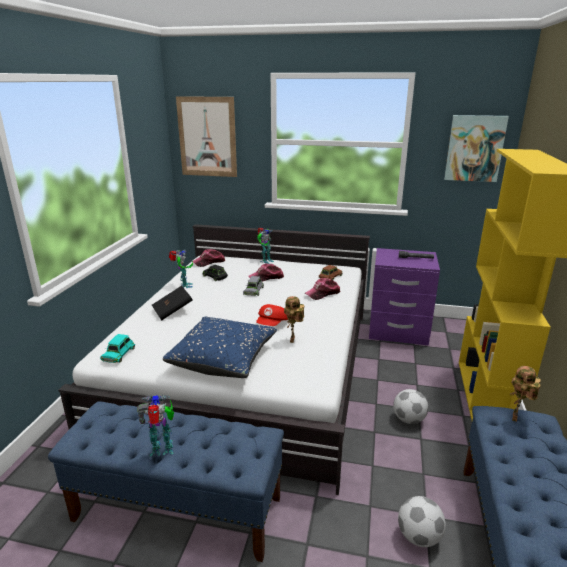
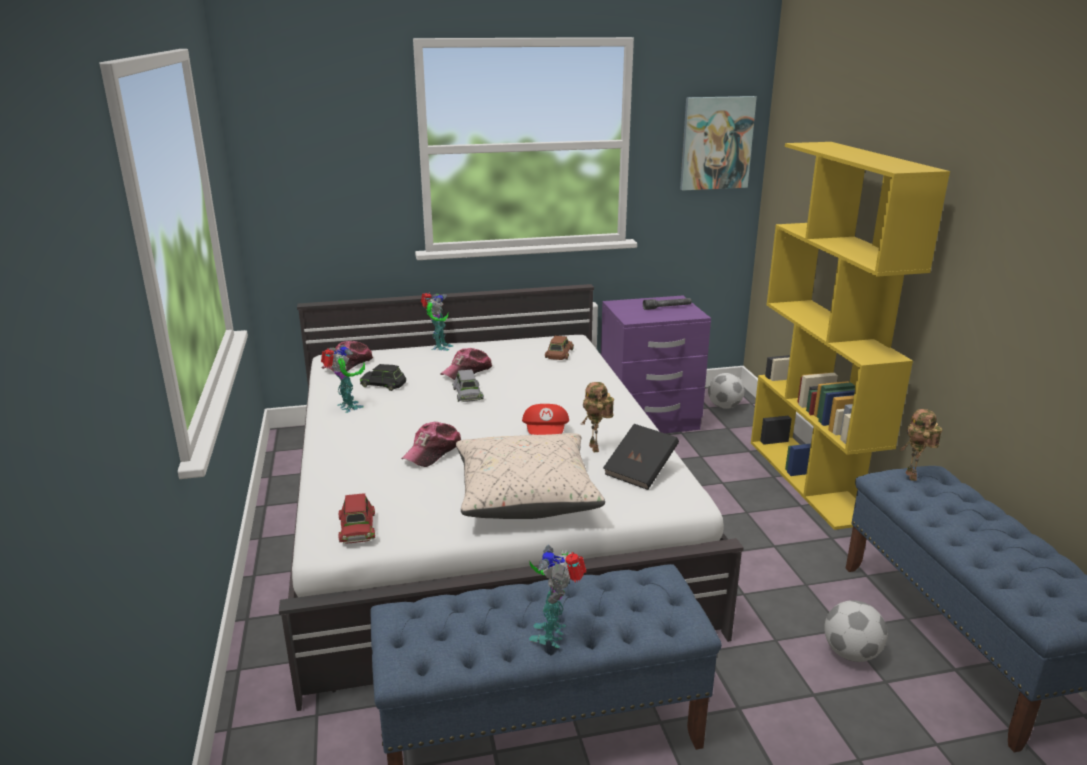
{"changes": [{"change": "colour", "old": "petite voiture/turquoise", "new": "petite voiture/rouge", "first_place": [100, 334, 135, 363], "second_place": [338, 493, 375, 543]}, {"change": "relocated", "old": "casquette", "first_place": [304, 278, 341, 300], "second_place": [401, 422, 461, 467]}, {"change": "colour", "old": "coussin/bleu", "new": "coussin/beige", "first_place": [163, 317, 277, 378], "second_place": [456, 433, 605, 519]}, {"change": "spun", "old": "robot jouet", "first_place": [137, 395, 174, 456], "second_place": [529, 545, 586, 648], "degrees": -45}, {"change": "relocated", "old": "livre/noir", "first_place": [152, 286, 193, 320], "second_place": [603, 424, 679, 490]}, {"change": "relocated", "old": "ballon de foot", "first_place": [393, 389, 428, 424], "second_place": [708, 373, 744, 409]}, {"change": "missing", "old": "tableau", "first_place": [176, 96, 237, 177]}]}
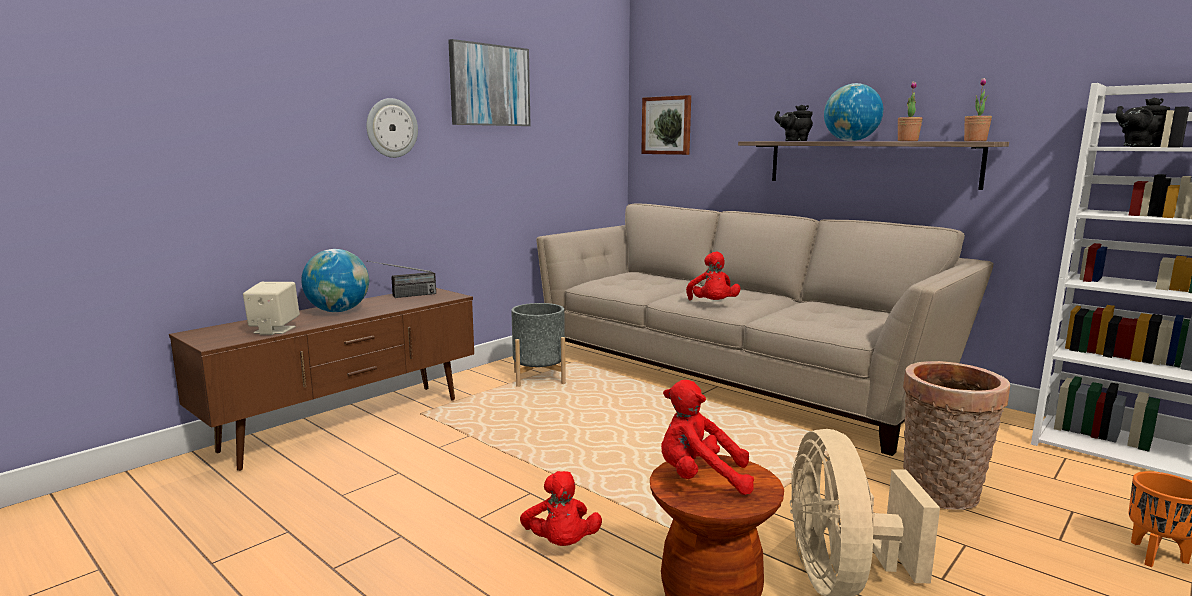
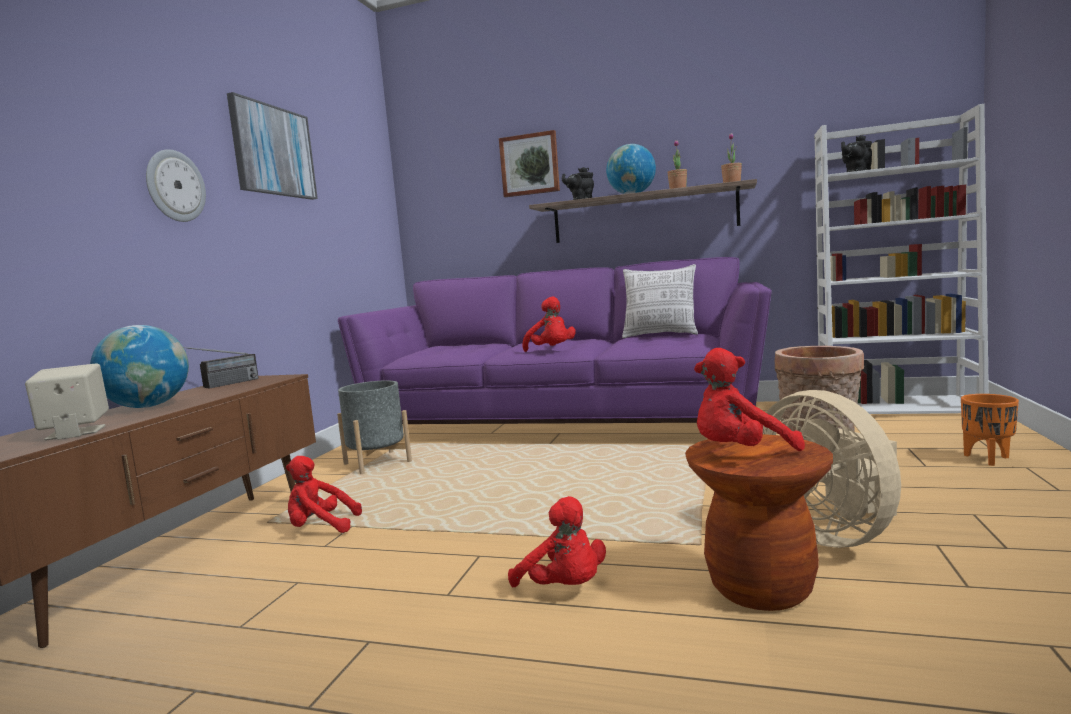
{"changes": [{"change": "appeared", "new": "peluche/rouge", "second_place": [286, 456, 362, 533]}, {"change": "colour", "old": "canapé/beige", "new": "canapé/violet", "first_place": [536, 204, 994, 456], "second_place": [338, 257, 772, 424]}, {"change": "relocated", "old": "tableau", "first_place": [641, 95, 691, 155], "second_place": [499, 130, 560, 197]}, {"change": "appeared", "new": "coussin", "second_place": [622, 264, 698, 338]}]}
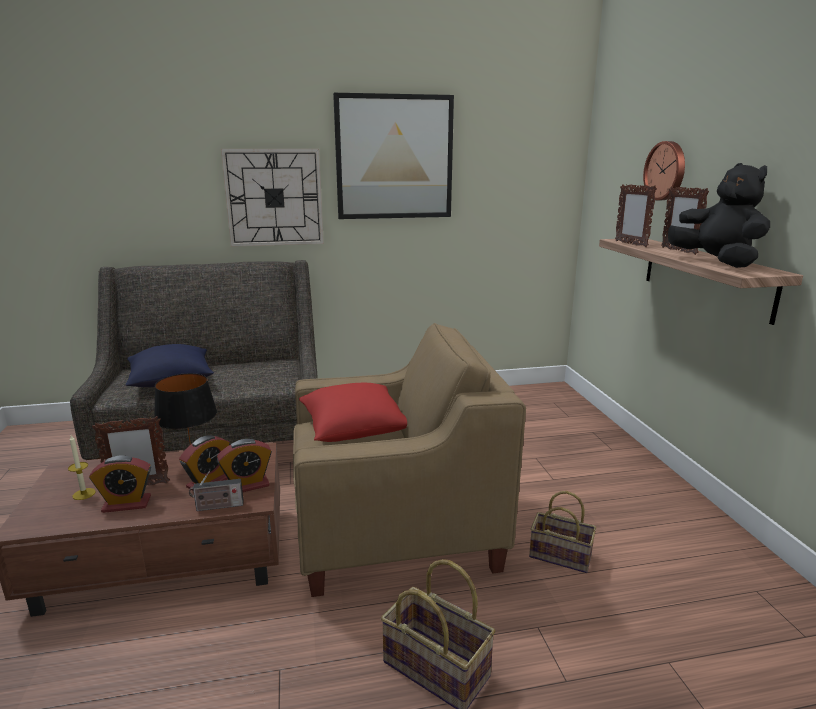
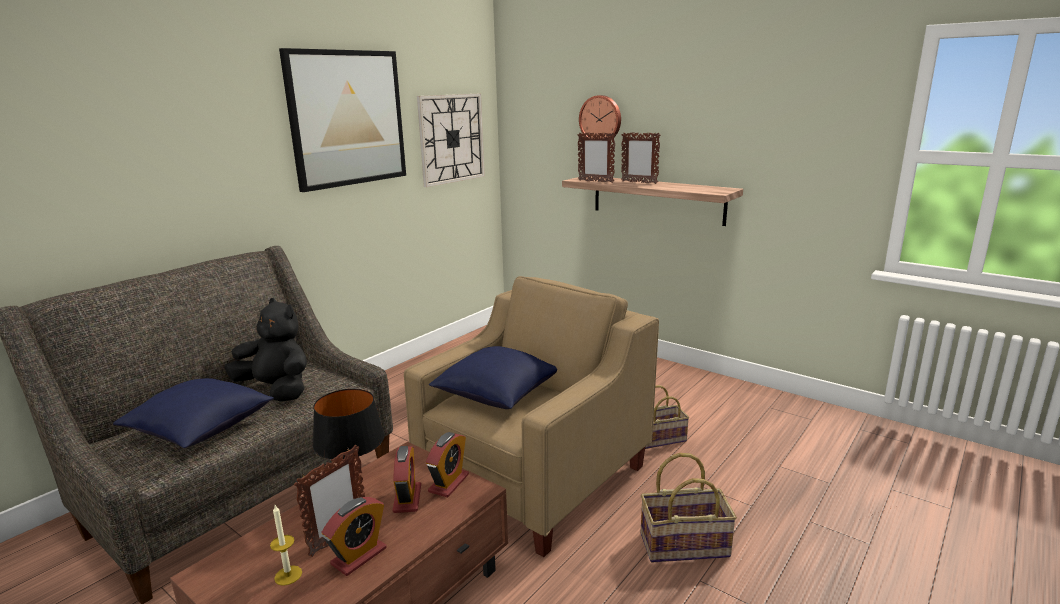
{"changes": [{"change": "relocated", "old": "peluche/noir", "first_place": [668, 163, 770, 268], "second_place": [224, 298, 307, 402]}, {"change": "relocated", "old": "horloge murale", "first_place": [221, 149, 324, 247], "second_place": [417, 94, 485, 187]}, {"change": "colour", "old": "coussin/rouge", "new": "coussin/bleu", "first_place": [299, 383, 407, 442], "second_place": [429, 346, 557, 409]}, {"change": "missing", "old": "radio", "first_place": [189, 471, 244, 511]}]}
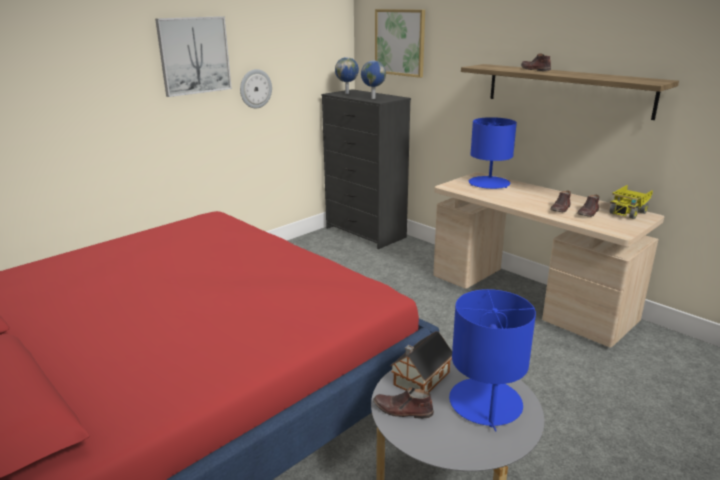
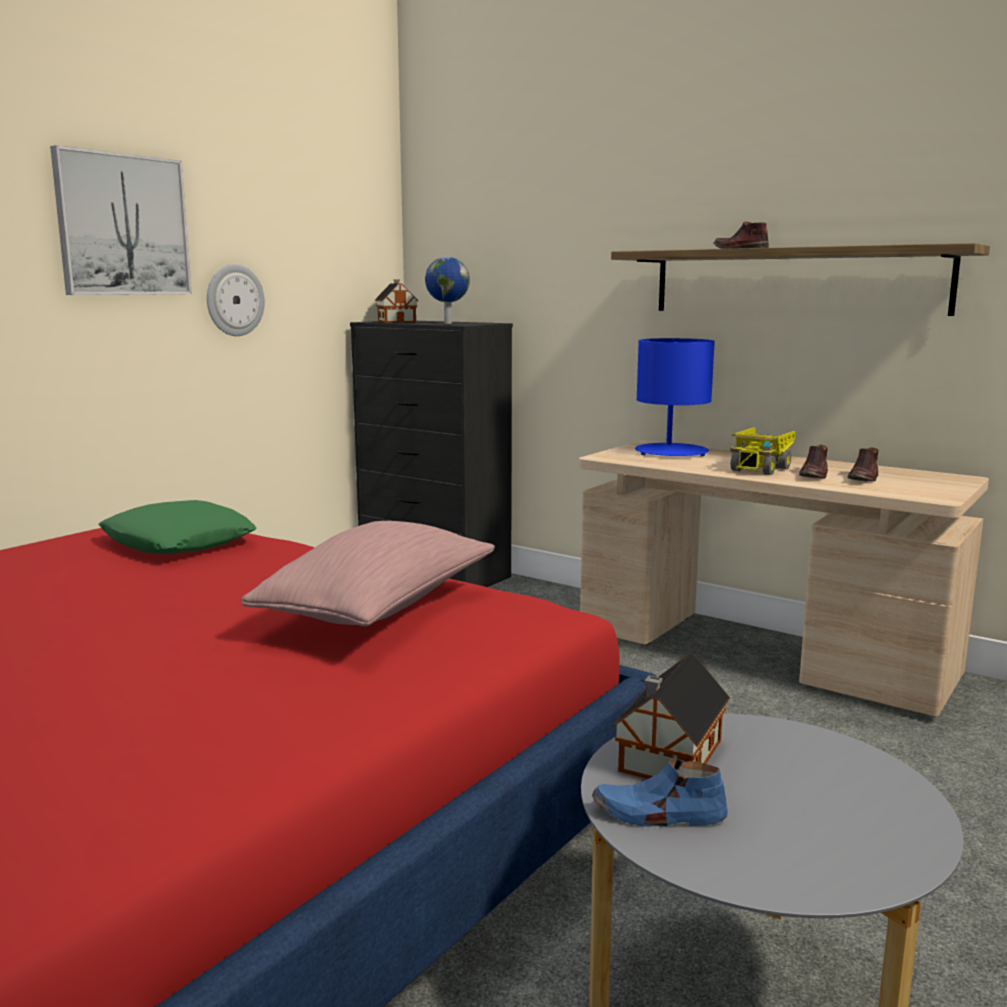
{"changes": [{"change": "appeared", "new": "coussin/vert", "second_place": [98, 500, 257, 554]}, {"change": "appeared", "new": "coussin/rose", "second_place": [242, 521, 495, 626]}, {"change": "exchanged", "old": "globe", "new": "maison miniature", "first_place": [335, 57, 359, 94], "second_place": [375, 280, 419, 323]}, {"change": "colour", "old": "chaussure/marron", "new": "chaussure/bleu", "first_place": [373, 387, 434, 419], "second_place": [592, 759, 728, 827]}, {"change": "relocated", "old": "camion jouet", "first_place": [610, 185, 653, 219], "second_place": [730, 427, 795, 475]}, {"change": "missing", "old": "tableau", "first_place": [375, 9, 425, 78]}, {"change": "missing", "old": "lampe de table/bleu", "first_place": [449, 289, 536, 432]}]}
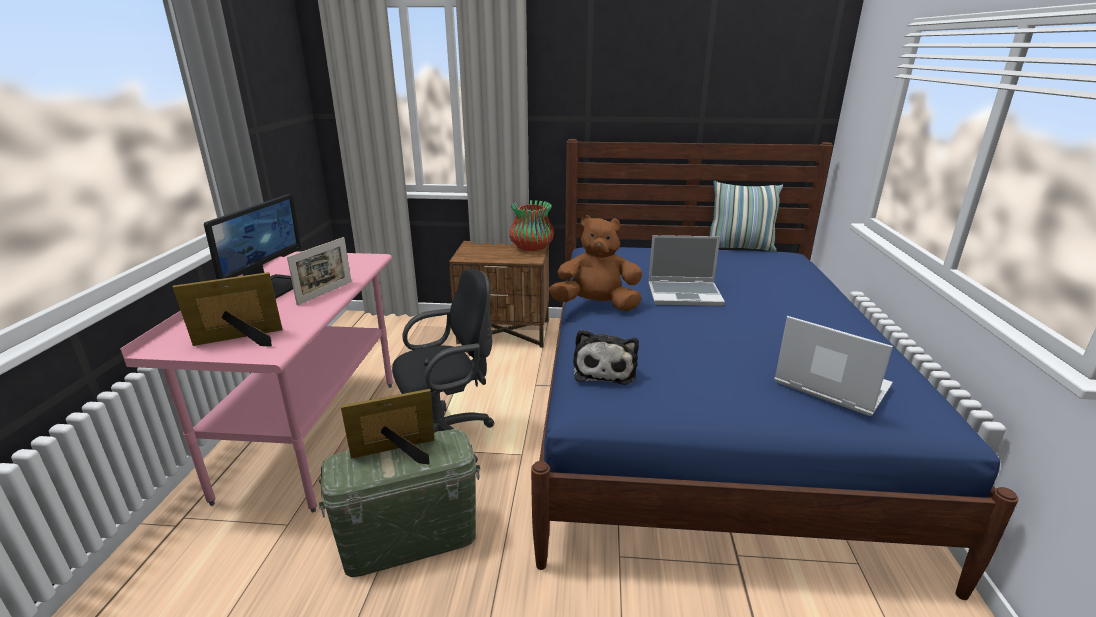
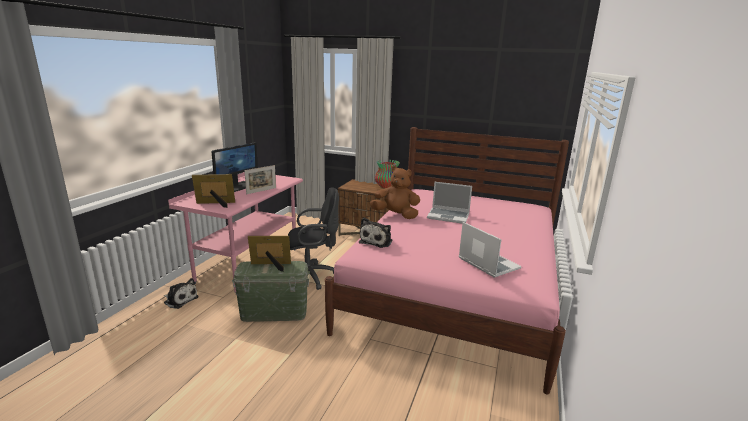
{"changes": [{"change": "appeared", "new": "peluche", "second_place": [164, 278, 199, 309]}, {"change": "colour", "old": "lit/bleu", "new": "lit/rose", "first_place": [531, 139, 1019, 600], "second_place": [325, 127, 569, 395]}, {"change": "missing", "old": "coussin", "first_place": [710, 181, 783, 252]}]}
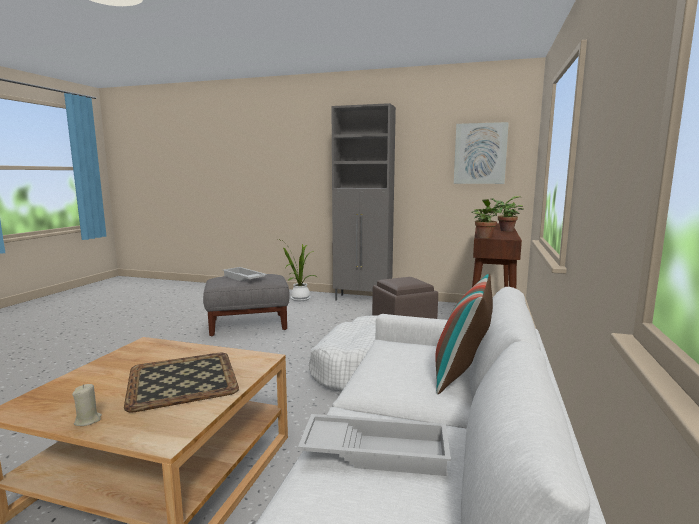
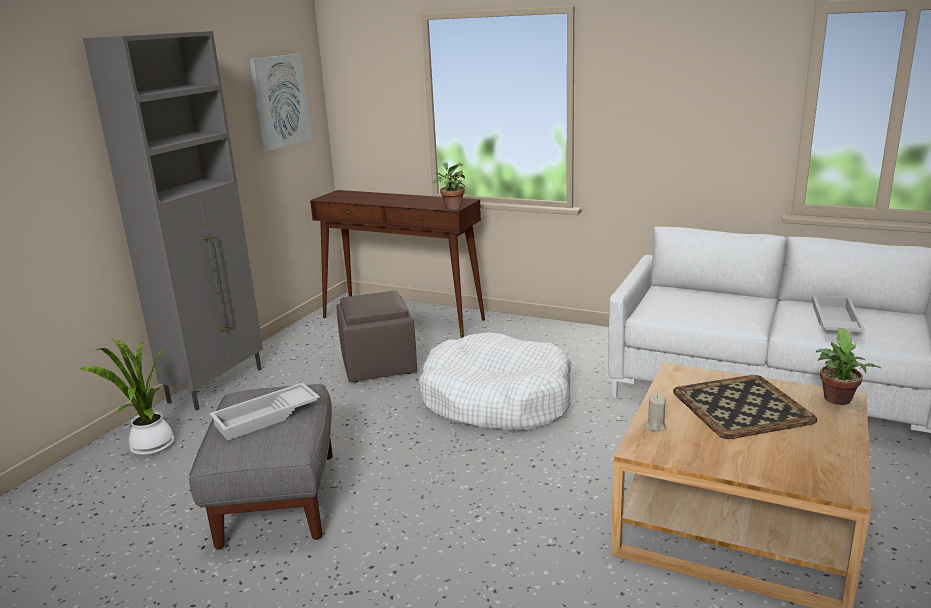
{"changes": [{"change": "relocated", "old": "bougie/beige", "first_place": [72, 384, 102, 426], "second_place": [645, 393, 666, 432]}, {"change": "relocated", "old": "plante en pot", "first_place": [492, 196, 524, 232], "second_place": [816, 328, 881, 405]}, {"change": "missing", "old": "coussin", "first_place": [435, 273, 493, 394]}]}
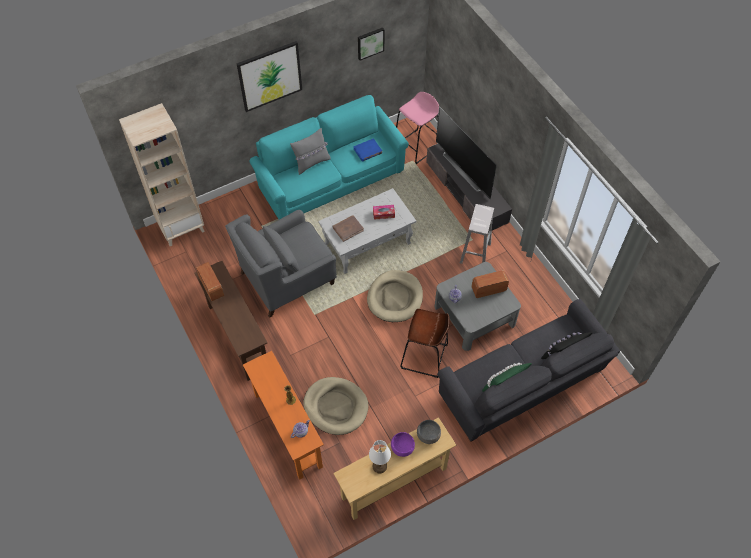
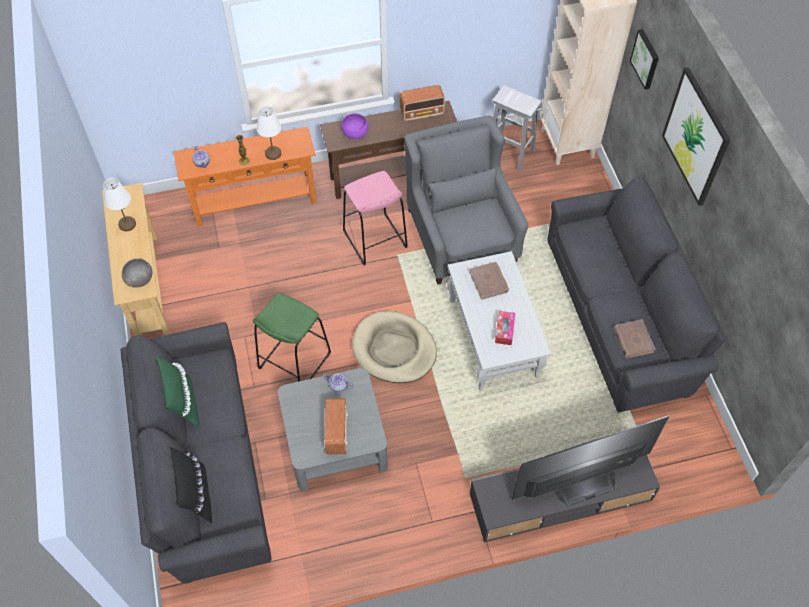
{"changes": [{"change": "colour", "old": "tabouret/marron", "new": "tabouret/vert", "first_place": [400, 309, 450, 378], "second_place": [253, 293, 331, 382]}, {"change": "appeared", "new": "lampe de table/blanc", "second_place": [257, 106, 281, 160]}, {"change": "relocated", "old": "bol/violet", "first_place": [391, 432, 415, 457], "second_place": [341, 113, 368, 139]}, {"change": "relocated", "old": "tabouret/rose", "first_place": [396, 92, 439, 164], "second_place": [343, 171, 408, 265]}, {"change": "relocated", "old": "tabouret/blanc", "first_place": [460, 204, 494, 264], "second_place": [492, 85, 542, 171]}, {"change": "colour", "old": "canapé/turquoise", "new": "canapé/gris", "first_place": [250, 95, 409, 220], "second_place": [548, 177, 726, 413]}, {"change": "colour", "old": "livre/bleu", "new": "livre/marron", "first_place": [353, 138, 383, 161], "second_place": [614, 319, 655, 358]}, {"change": "relocated", "old": "tableau", "first_place": [358, 27, 385, 61], "second_place": [630, 29, 659, 90]}, {"change": "missing", "old": "coussin/gris", "first_place": [290, 128, 331, 175]}, {"change": "missing", "old": "panier pour chien/beige", "first_place": [303, 377, 368, 435]}]}
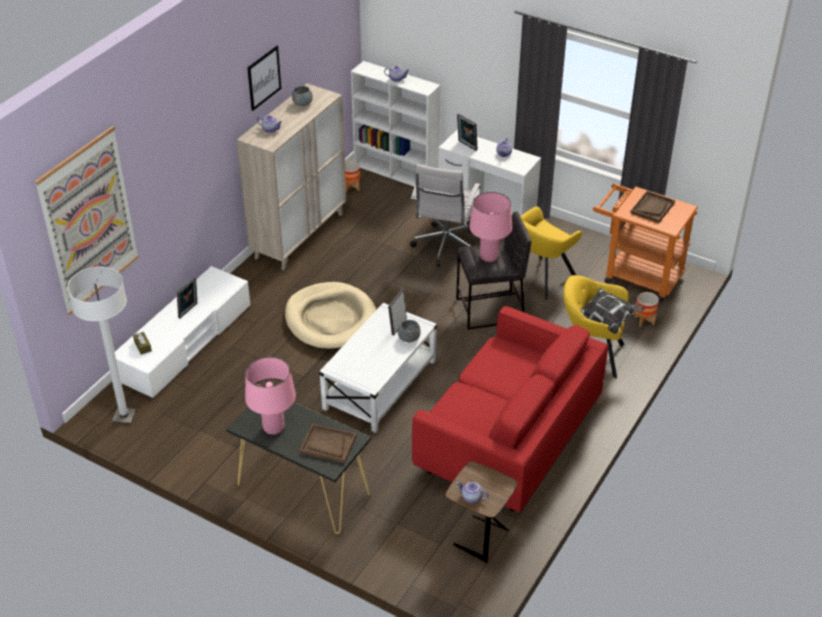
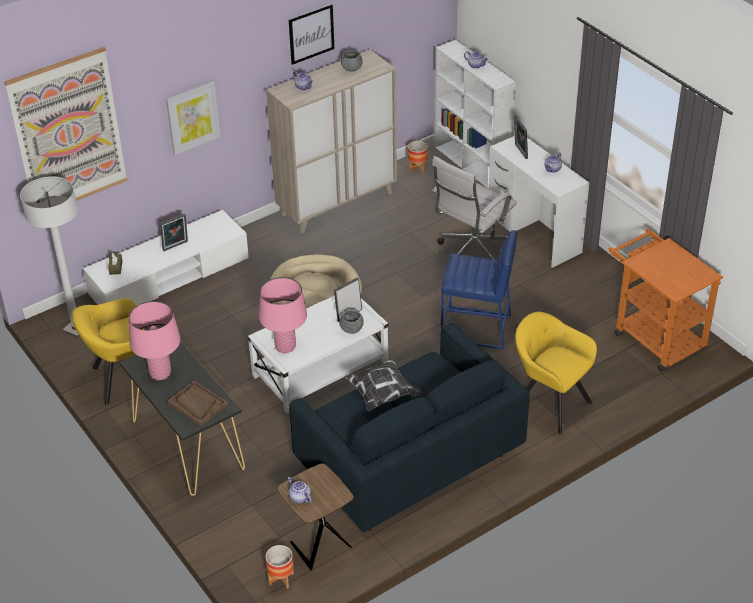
{"changes": [{"change": "relocated", "old": "fauteuil/jaune", "first_place": [520, 207, 582, 300], "second_place": [72, 298, 144, 405]}, {"change": "appeared", "new": "tableau", "second_place": [166, 82, 221, 155]}, {"change": "relocated", "old": "lampe de table/rose", "first_place": [469, 192, 512, 262], "second_place": [259, 277, 307, 354]}, {"change": "relocated", "old": "cache-pot", "first_place": [634, 292, 659, 327], "second_place": [265, 545, 294, 589]}, {"change": "colour", "old": "canapé/rouge", "new": "canapé/bleu", "first_place": [412, 306, 609, 513], "second_place": [289, 323, 530, 532]}, {"change": "relocated", "old": "coussin", "first_place": [581, 288, 645, 335], "second_place": [344, 358, 422, 412]}, {"change": "colour", "old": "tabouret/gris", "new": "tabouret/bleu", "first_place": [456, 212, 531, 330], "second_place": [441, 230, 517, 349]}, {"change": "missing", "old": "plateau/marron", "first_place": [630, 191, 675, 223]}]}
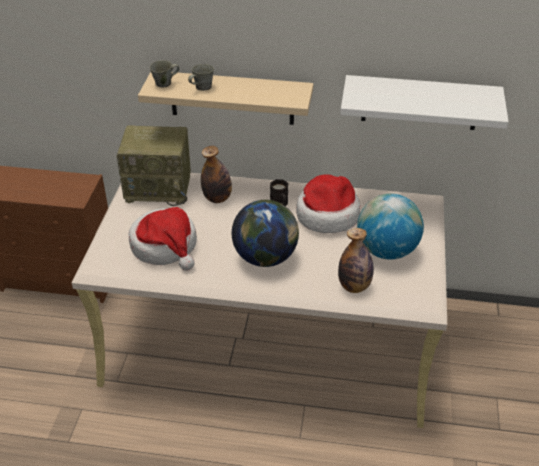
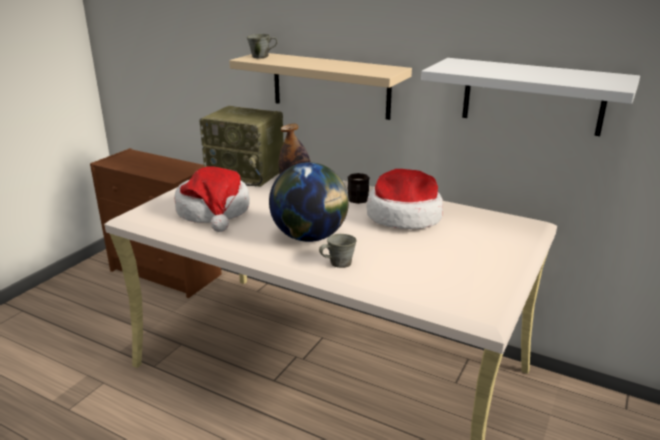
{"changes": [{"change": "relocated", "old": "mug/gris", "first_place": [188, 64, 214, 91], "second_place": [319, 234, 357, 268]}, {"change": "missing", "old": "bouteille", "first_place": [338, 228, 374, 293]}, {"change": "missing", "old": "globe", "first_place": [357, 194, 424, 260]}]}
